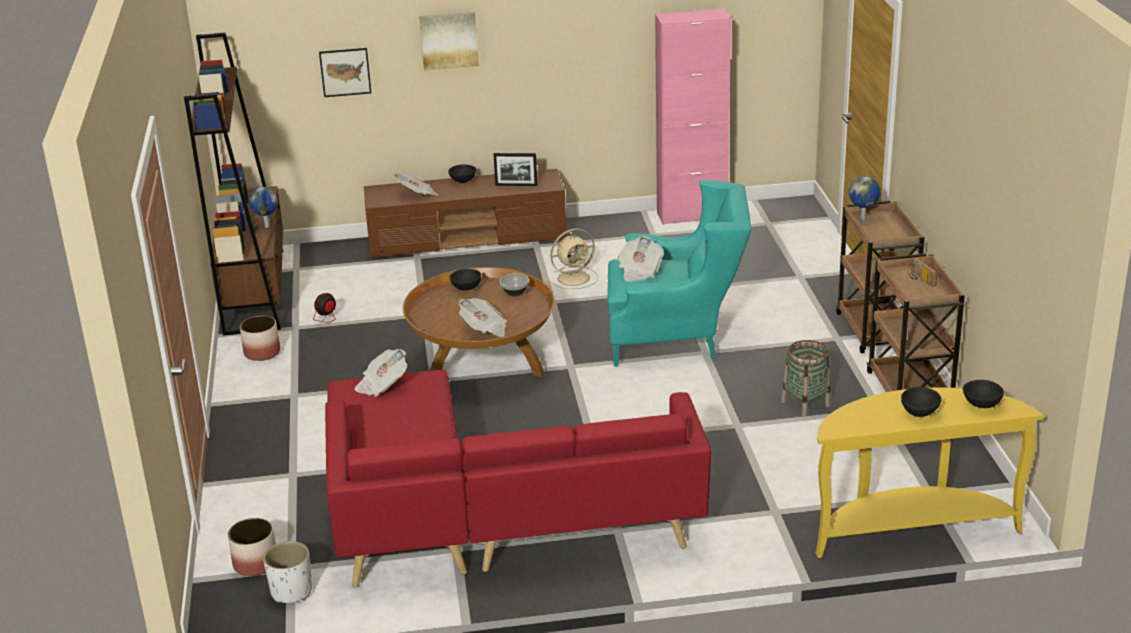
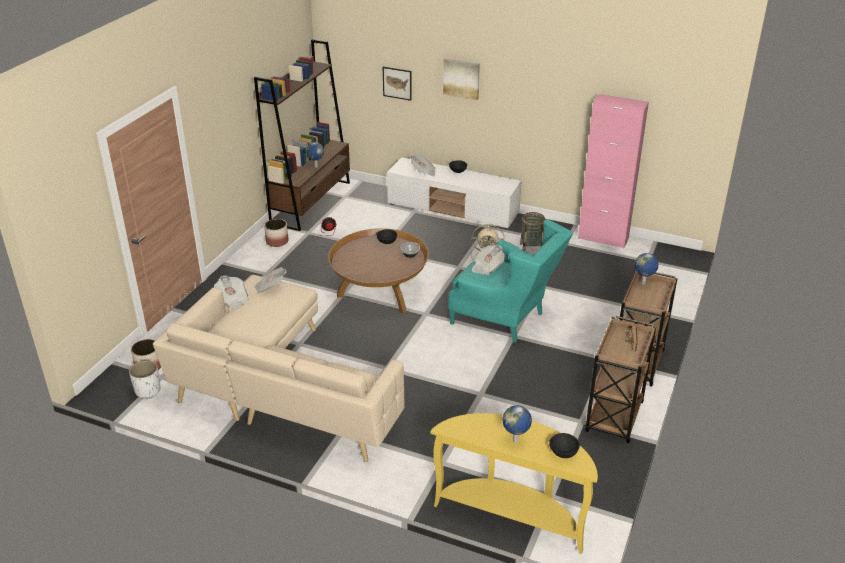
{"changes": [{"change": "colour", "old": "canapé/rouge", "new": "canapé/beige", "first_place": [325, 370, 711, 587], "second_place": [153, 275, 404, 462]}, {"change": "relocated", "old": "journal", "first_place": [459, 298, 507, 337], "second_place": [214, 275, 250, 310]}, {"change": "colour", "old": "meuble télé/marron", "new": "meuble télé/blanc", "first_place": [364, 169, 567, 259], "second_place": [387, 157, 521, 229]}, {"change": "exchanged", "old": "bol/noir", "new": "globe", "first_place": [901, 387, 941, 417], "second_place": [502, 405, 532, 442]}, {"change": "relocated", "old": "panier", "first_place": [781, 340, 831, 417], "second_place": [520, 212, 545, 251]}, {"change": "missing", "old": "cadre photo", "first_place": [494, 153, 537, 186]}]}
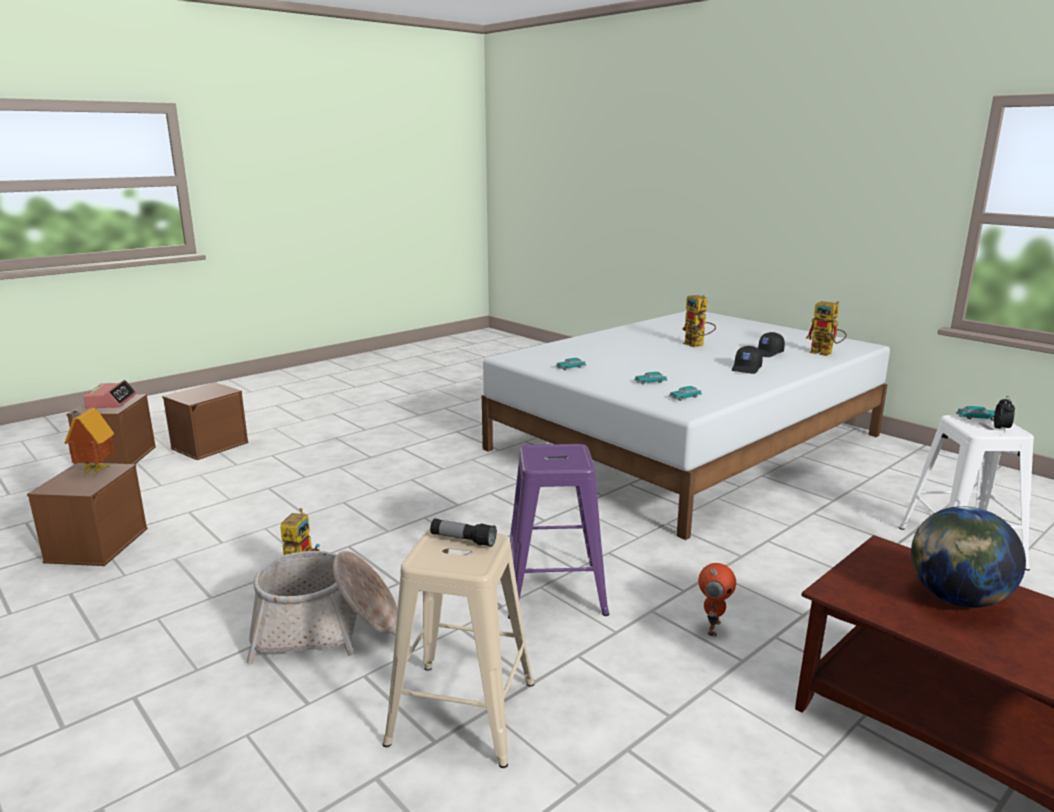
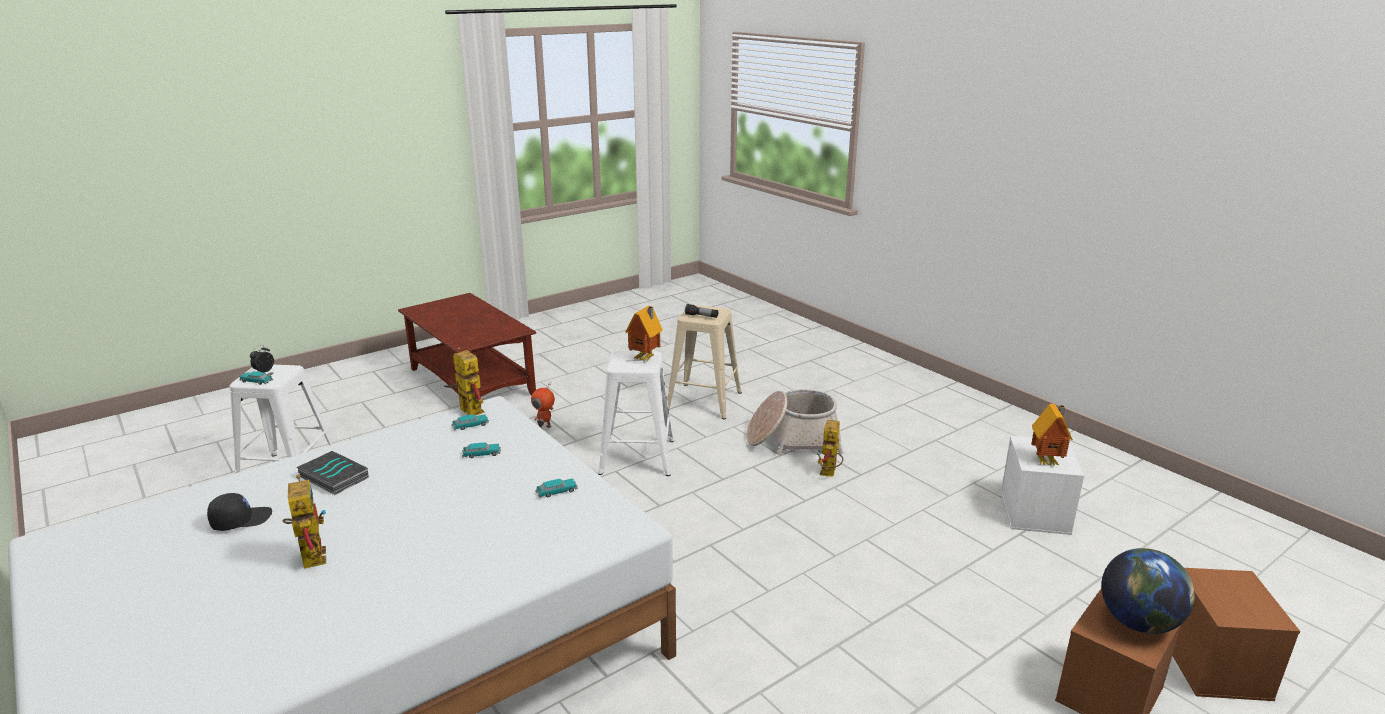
{"changes": [{"change": "exchanged", "old": "casquette/noir", "new": "livre", "first_place": [732, 346, 763, 374], "second_place": [297, 451, 369, 495]}, {"change": "relocated", "old": "robot jouet", "first_place": [806, 301, 847, 356], "second_place": [444, 347, 485, 416]}, {"change": "colour", "old": "tabouret/violet", "new": "tabouret/blanc", "first_place": [508, 444, 609, 619], "second_place": [598, 351, 674, 476]}, {"change": "appeared", "new": "maison miniature", "second_place": [626, 306, 663, 362]}, {"change": "colour", "old": "boîte de rangement/marron", "new": "boîte de rangement/blanc", "first_place": [27, 463, 147, 566], "second_place": [1001, 436, 1084, 535]}, {"change": "relocated", "old": "globe", "first_place": [911, 506, 1026, 608], "second_place": [1101, 548, 1195, 634]}, {"change": "missing", "old": "réveil", "first_place": [83, 380, 137, 408]}]}
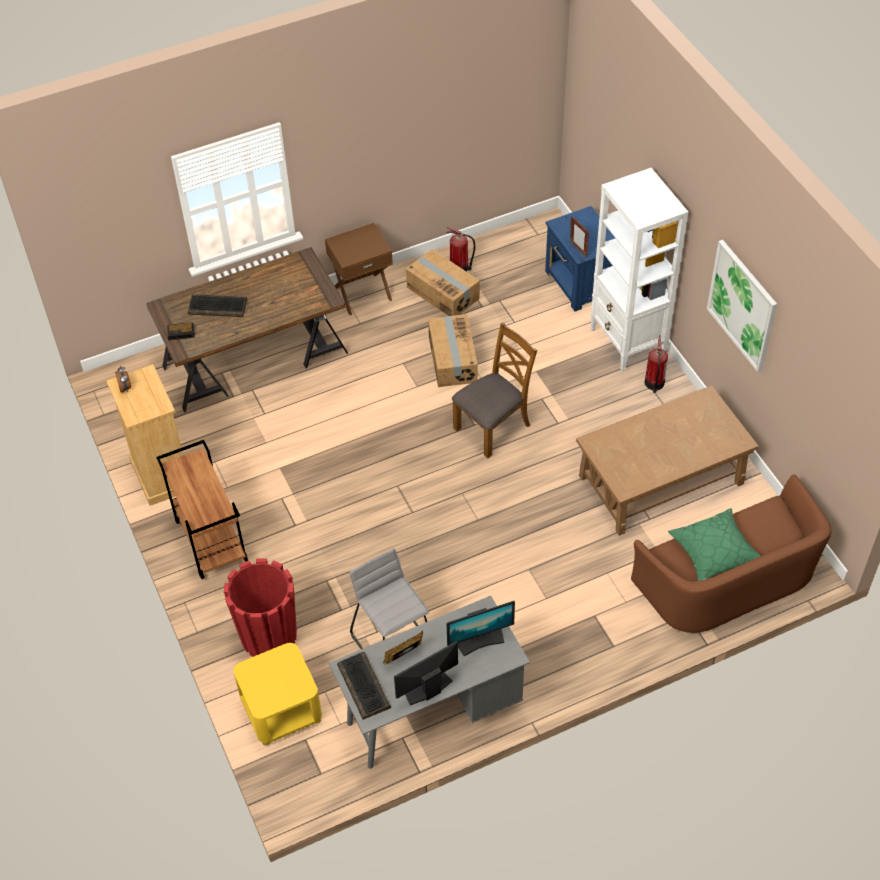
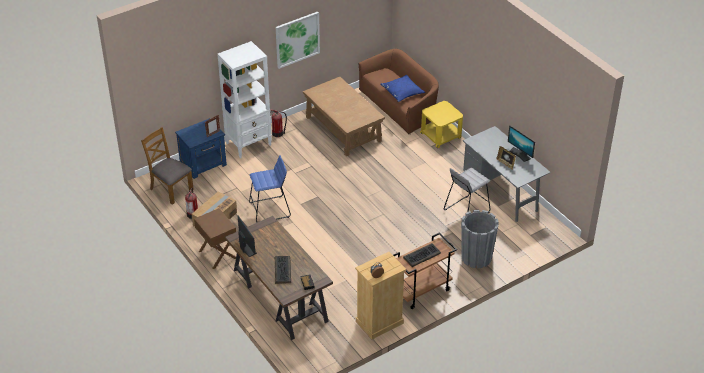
{"changes": [{"change": "relocated", "old": "chaise/marron", "first_place": [452, 323, 537, 458], "second_place": [141, 127, 194, 205]}, {"change": "relocated", "old": "écran d'ordinateur", "first_place": [447, 601, 515, 656], "second_place": [238, 216, 257, 257]}, {"change": "exchanged", "old": "carton", "new": "tabouret/bleu", "first_place": [428, 314, 478, 387], "second_place": [249, 155, 291, 222]}, {"change": "colour", "old": "coussin/vert", "new": "coussin/bleu", "first_place": [668, 508, 761, 581], "second_place": [381, 75, 425, 102]}, {"change": "relocated", "old": "clavier", "first_place": [337, 652, 391, 720], "second_place": [403, 243, 441, 267]}, {"change": "relocated", "old": "table d'appoint/jaune", "first_place": [233, 643, 322, 746], "second_place": [420, 101, 463, 148]}, {"change": "colour", "old": "cache-pot/rouge", "new": "cache-pot/gris", "first_place": [224, 558, 297, 657], "second_place": [461, 209, 499, 268]}]}
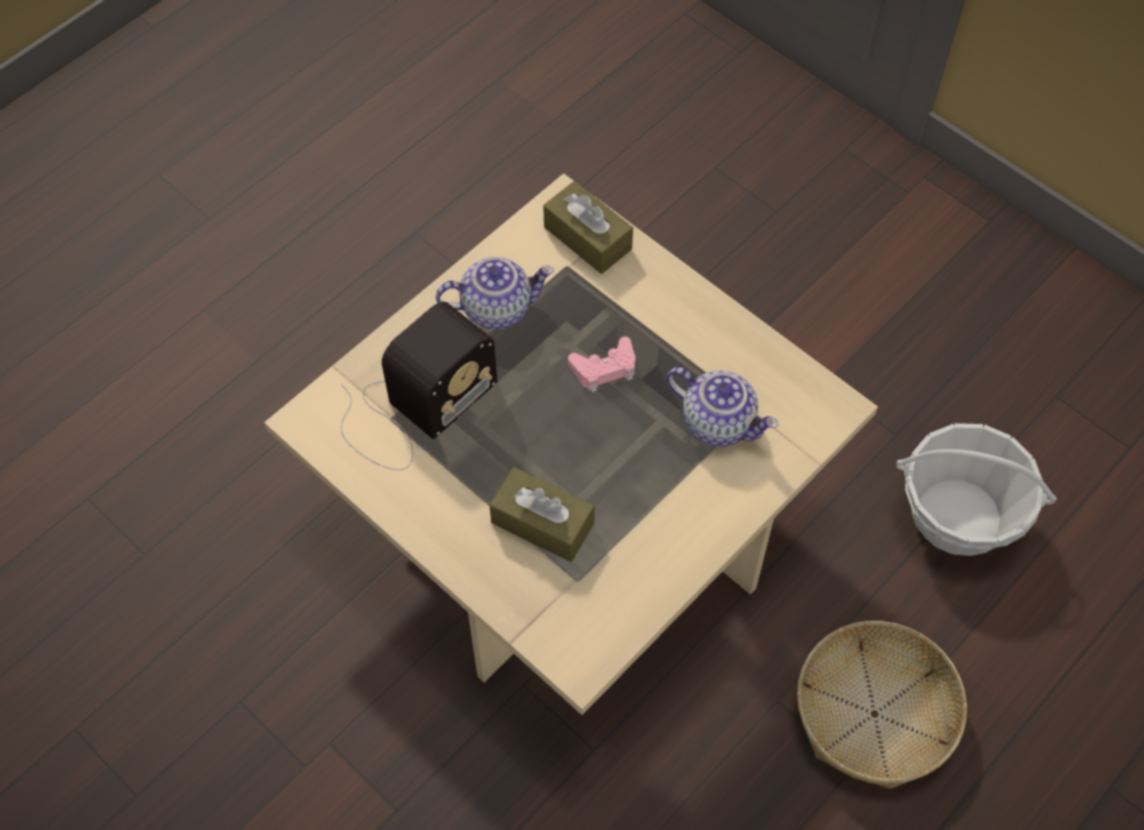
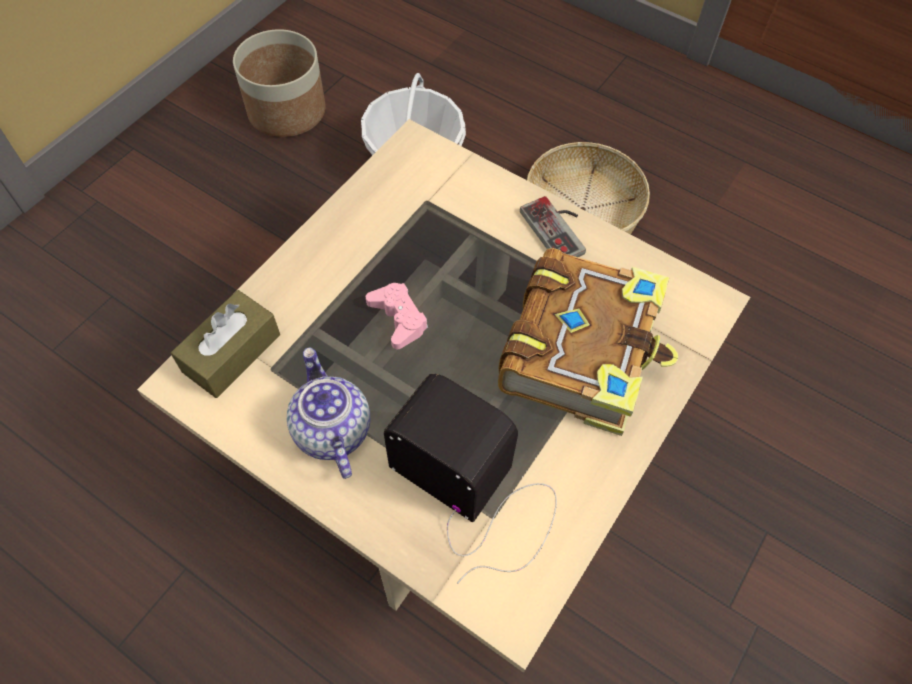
{"changes": [{"change": "appeared", "new": "cache-pot", "second_place": [233, 29, 326, 137]}, {"change": "exchanged", "old": "boîte à mouchoirs/marron", "new": "livre", "first_place": [489, 467, 595, 562], "second_place": [498, 248, 678, 436]}, {"change": "appeared", "new": "manette", "second_place": [520, 196, 586, 257]}, {"change": "missing", "old": "théière", "first_place": [667, 367, 778, 447]}]}
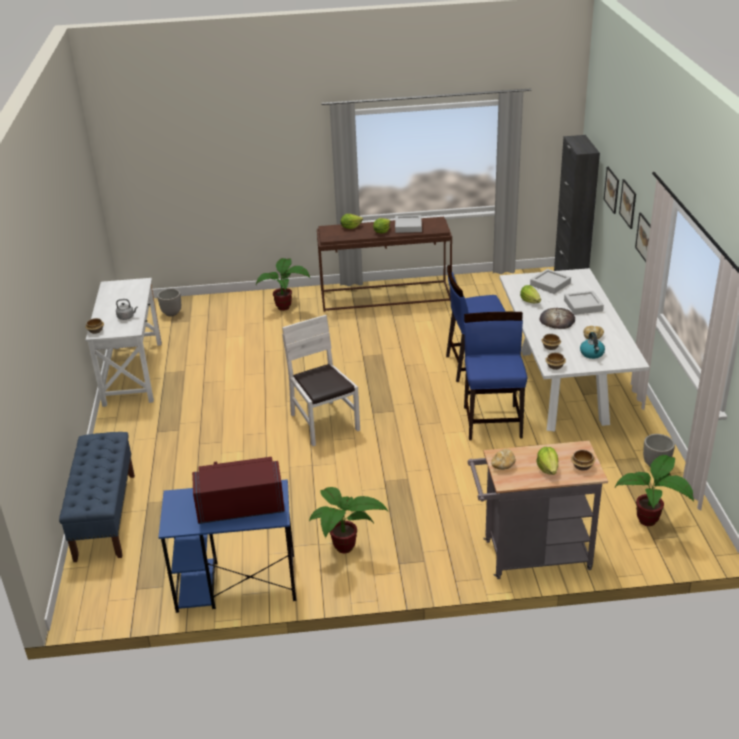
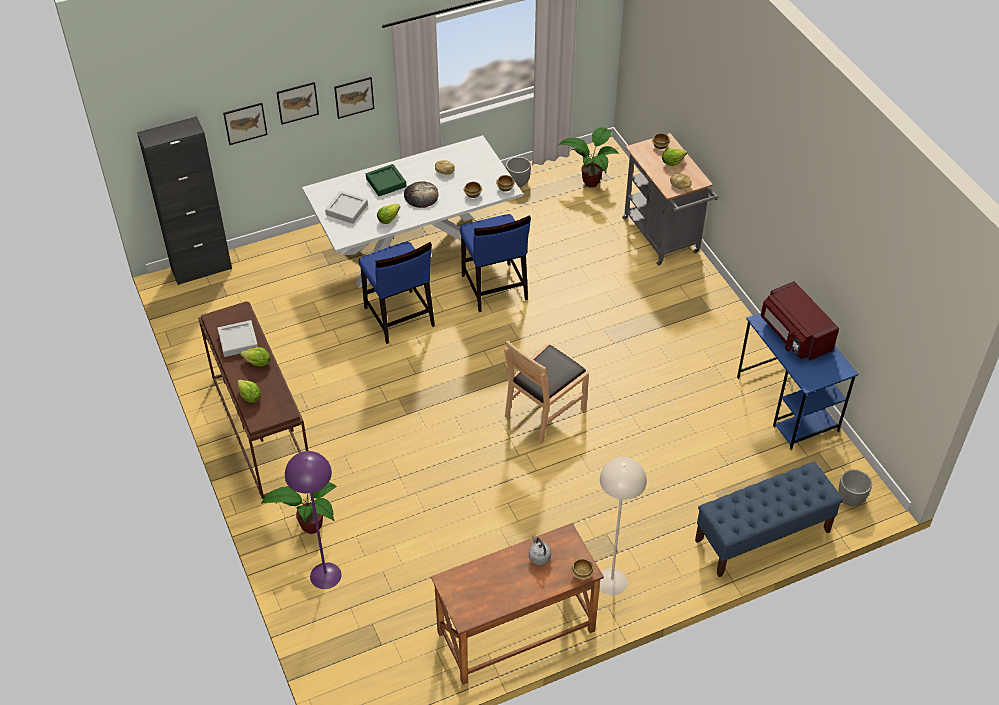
{"changes": [{"change": "appeared", "new": "lampadaire/violet", "second_place": [285, 451, 341, 589]}, {"change": "colour", "old": "plateau/gris", "new": "plateau/vert", "first_place": [564, 291, 604, 315], "second_place": [366, 164, 407, 196]}, {"change": "colour", "old": "bureau/blanc", "new": "bureau/marron", "first_place": [86, 278, 162, 407], "second_place": [431, 523, 604, 685]}, {"change": "spun", "old": "chaise/bleu", "first_place": [464, 312, 527, 440], "second_place": [460, 214, 531, 312], "degrees": -90}, {"change": "colour", "old": "chaise/blanc", "new": "chaise/marron", "first_place": [282, 315, 360, 446], "second_place": [504, 340, 589, 444]}, {"change": "appeared", "new": "lampadaire/beige", "second_place": [599, 457, 647, 595]}, {"change": "relocated", "old": "cache-pot", "first_place": [157, 289, 181, 316], "second_place": [838, 469, 872, 506]}, {"change": "missing", "old": "plante en pot", "first_place": [309, 487, 389, 553]}, {"change": "missing", "old": "bouilloire", "first_place": [580, 332, 605, 359]}]}
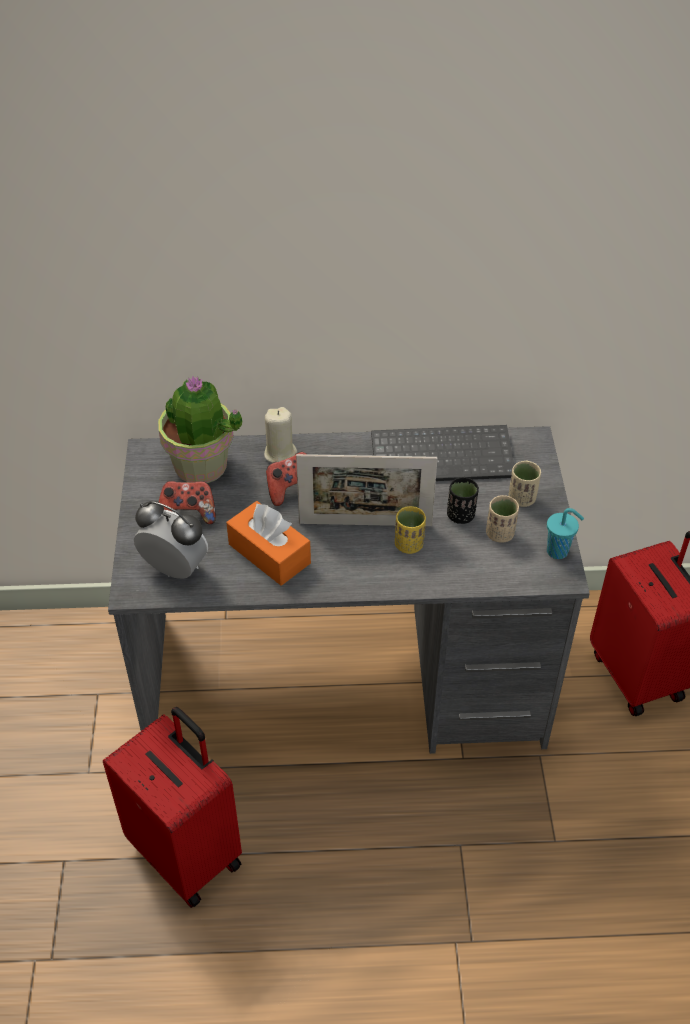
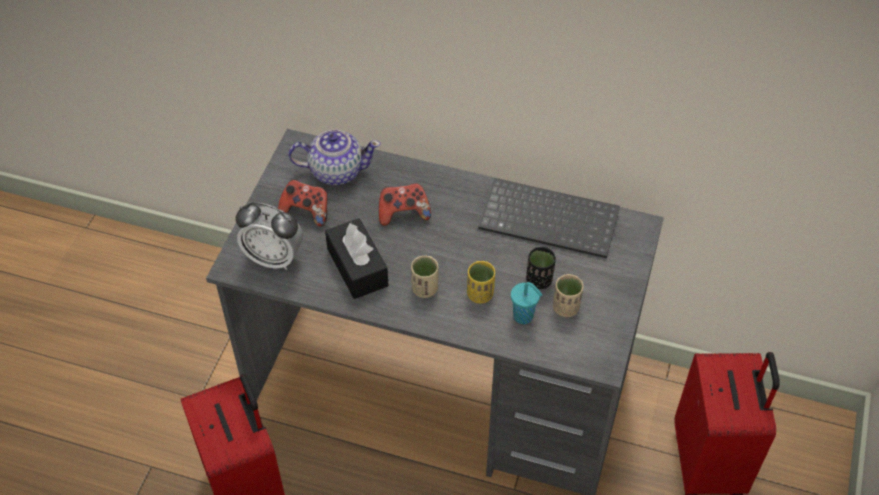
{"changes": [{"change": "spun", "old": "réveil", "first_place": [134, 501, 208, 579], "second_place": [236, 202, 303, 270], "degrees": 150}, {"change": "exchanged", "old": "plante en pot", "new": "théière", "first_place": [158, 376, 242, 483], "second_place": [288, 129, 381, 185]}, {"change": "colour", "old": "boîte à mouchoirs/orange", "new": "boîte à mouchoirs/noir", "first_place": [226, 501, 311, 586], "second_place": [325, 218, 388, 299]}, {"change": "relocated", "old": "tasse/beige", "first_place": [508, 461, 541, 507], "second_place": [411, 256, 438, 298]}, {"change": "relocated", "old": "tasse/turquoise", "first_place": [547, 508, 584, 559], "second_place": [511, 282, 543, 324]}, {"change": "missing", "old": "bougie/beige", "first_place": [264, 407, 297, 463]}, {"change": "missing", "old": "cadre photo", "first_place": [296, 454, 438, 526]}]}
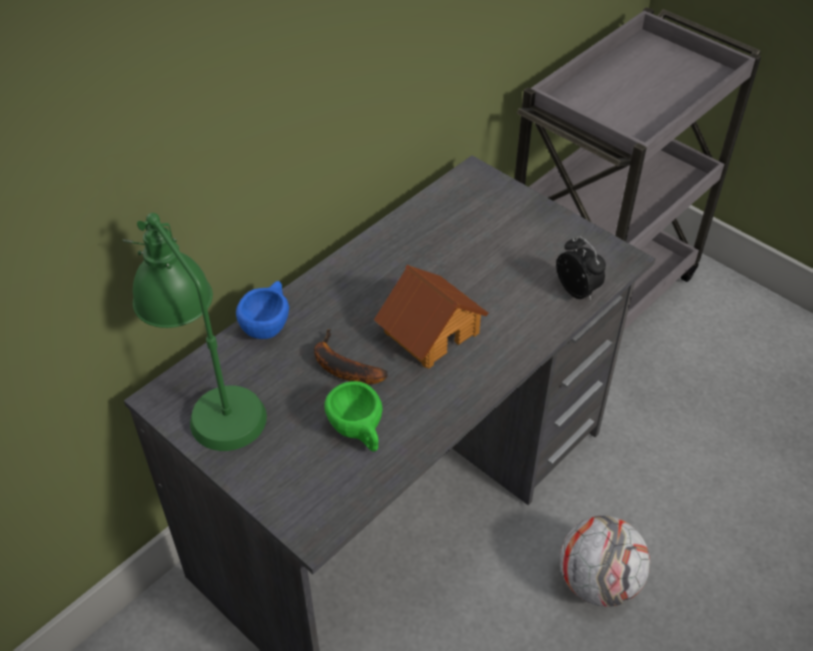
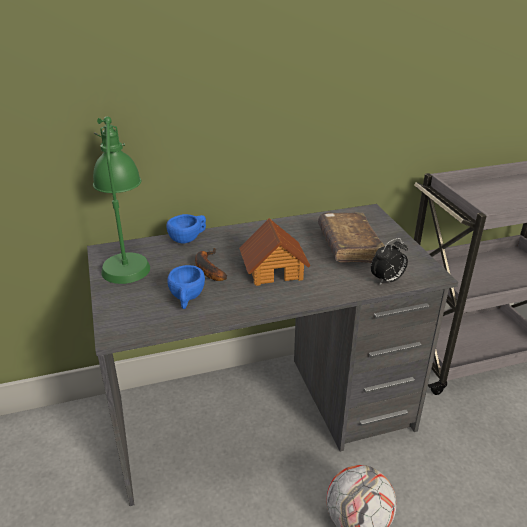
{"changes": [{"change": "colour", "old": "tasse/vert", "new": "tasse/bleu", "first_place": [324, 381, 382, 452], "second_place": [167, 265, 205, 309]}, {"change": "appeared", "new": "livre/marron", "second_place": [318, 212, 384, 263]}, {"change": "spun", "old": "réveil", "first_place": [556, 236, 606, 300], "second_place": [371, 238, 408, 285], "degrees": 60}]}
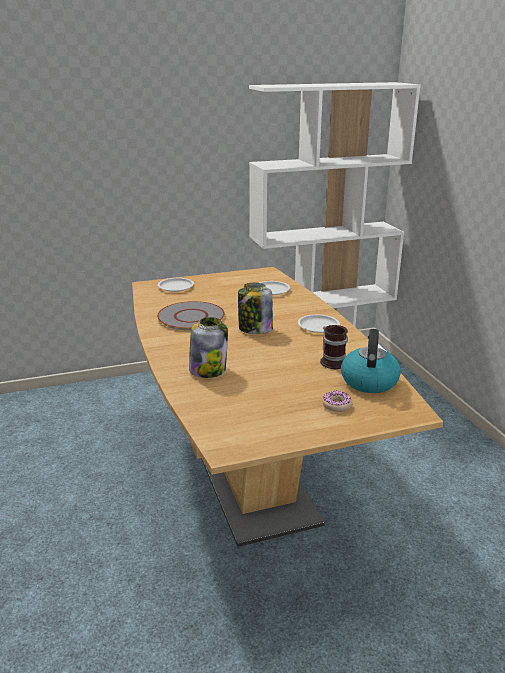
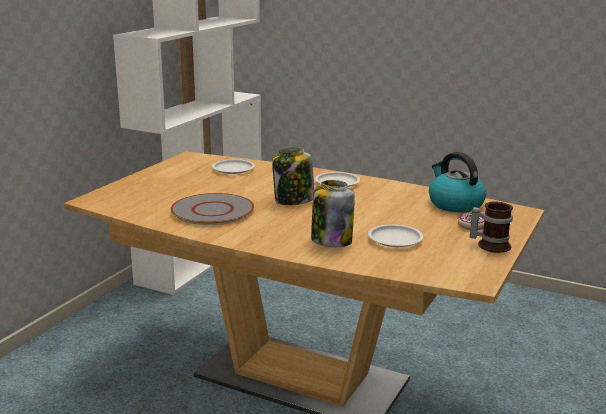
{"changes": [{"change": "relocated", "old": "assiette/blanc", "first_place": [158, 278, 194, 292], "second_place": [368, 224, 423, 247]}, {"change": "relocated", "old": "mug", "first_place": [320, 325, 348, 369], "second_place": [470, 201, 513, 253]}]}
